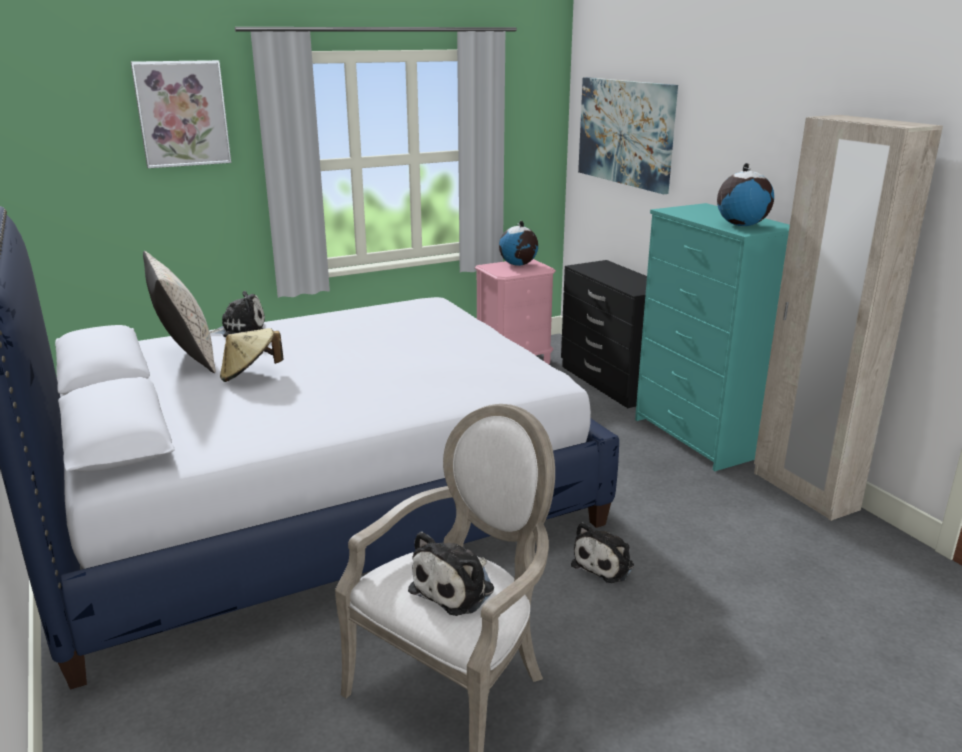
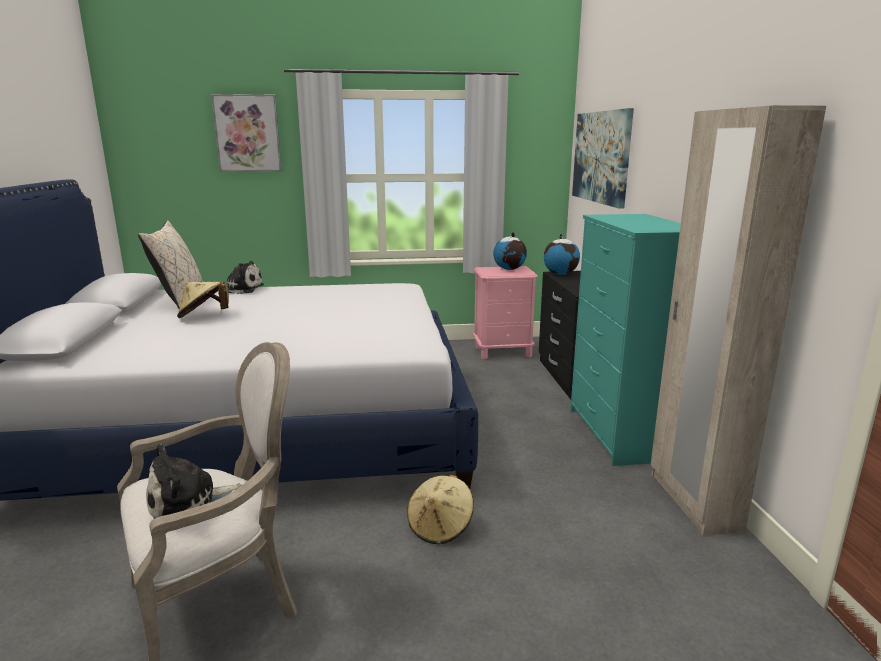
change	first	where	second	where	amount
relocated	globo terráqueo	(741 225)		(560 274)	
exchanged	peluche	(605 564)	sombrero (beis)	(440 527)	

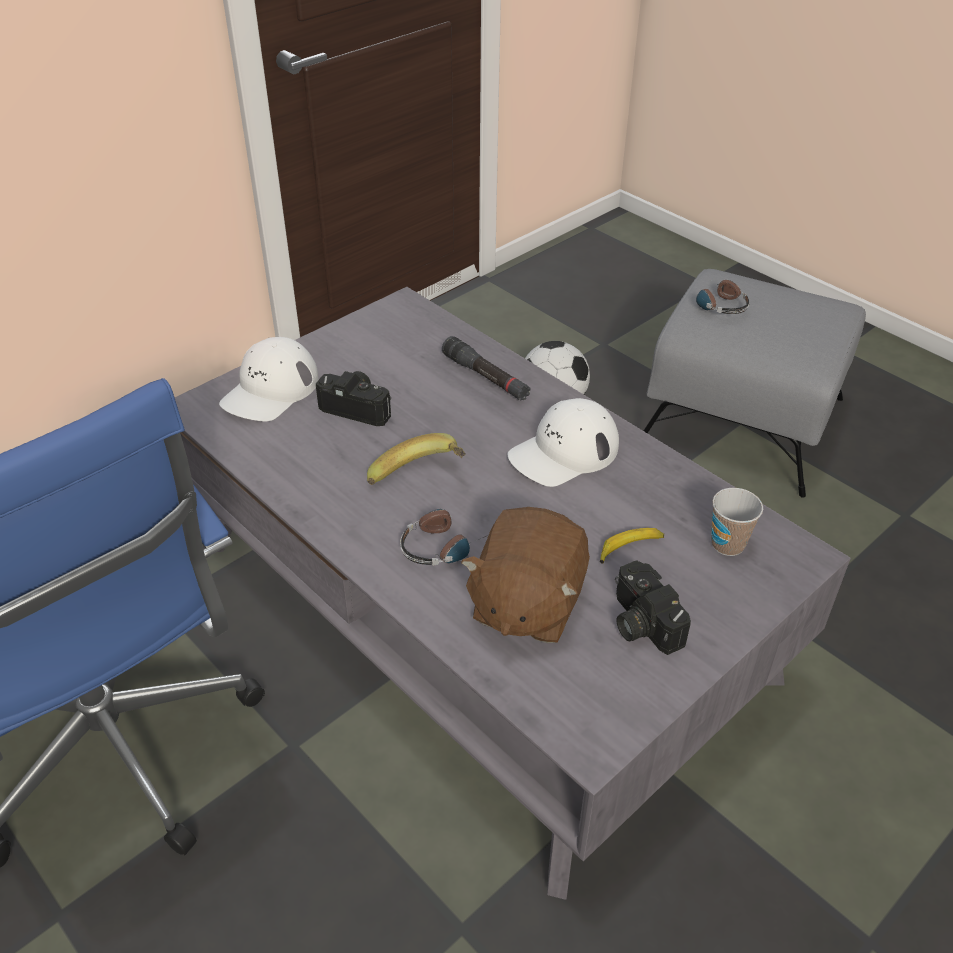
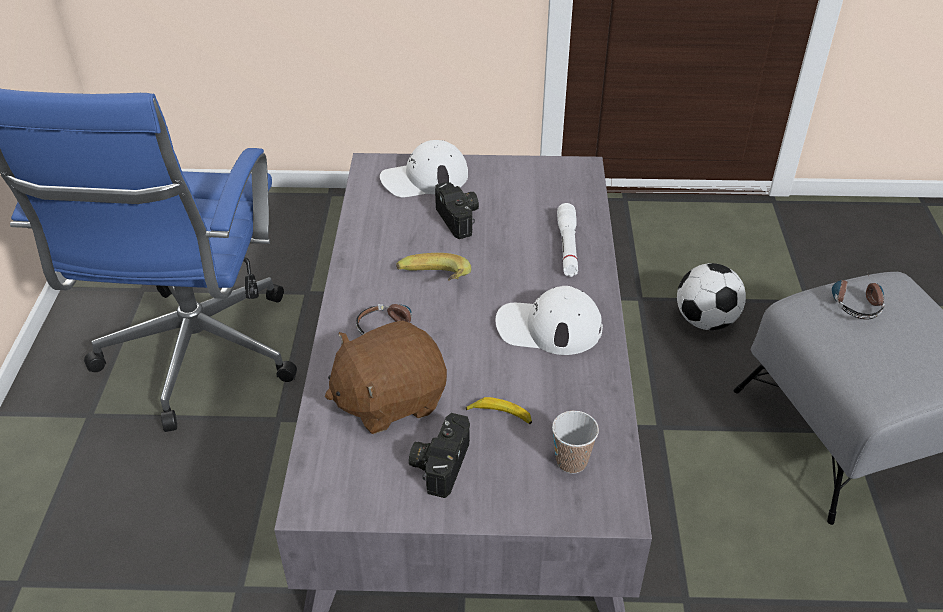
change	first	where	second	where	amount
colour	linterna (negro)	(485 377)	linterna (blanco)	(567 247)	

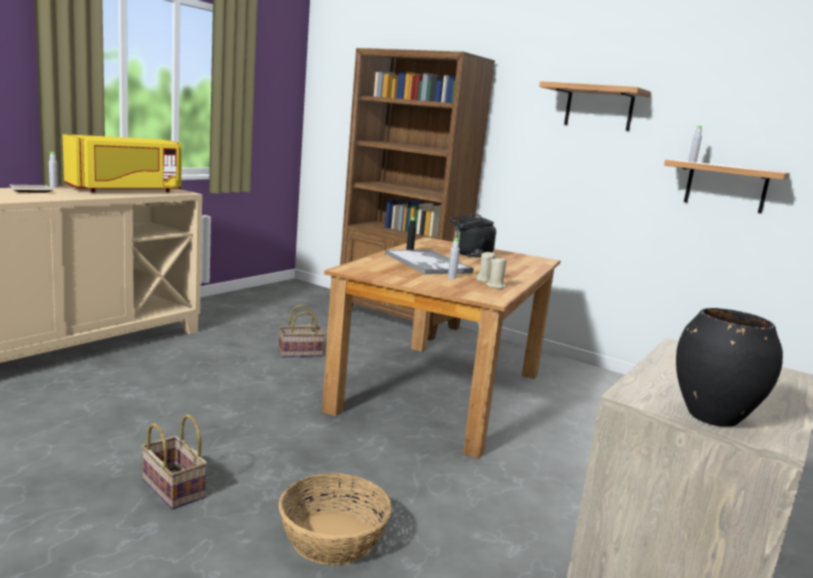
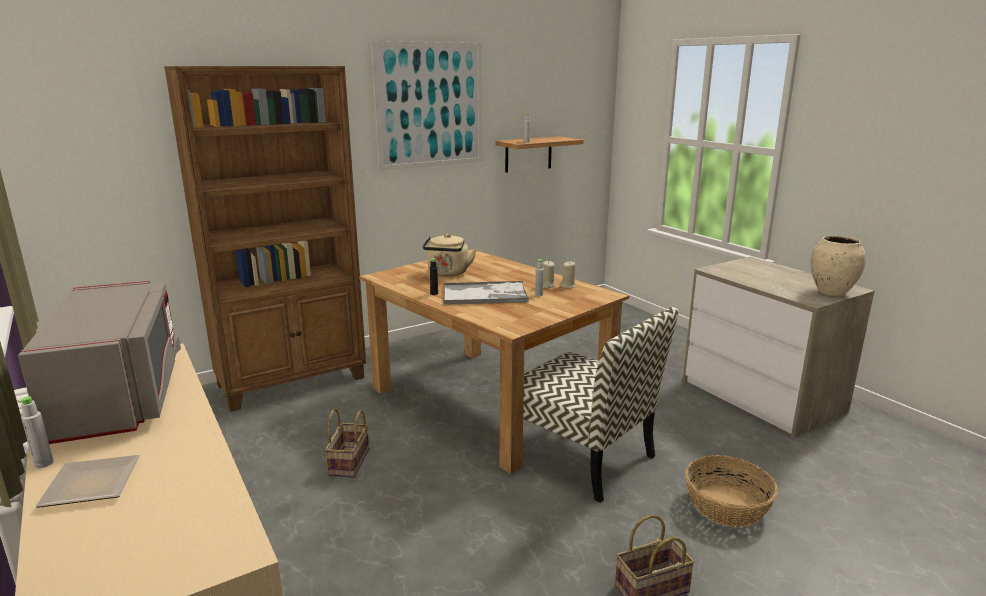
change	first	where	second	where	amount
appeared			silla	(584 457)	
exchanged	estante	(599 108)	cuadro	(430 105)	
colour	microondas (amarillo)	(125 190)	microondas (gris)	(121 396)	
colour	hervidor (negro)	(469 254)	hervidor (beis)	(448 273)	
colour	florero (negro)	(711 417)	florero (beis)	(831 292)	

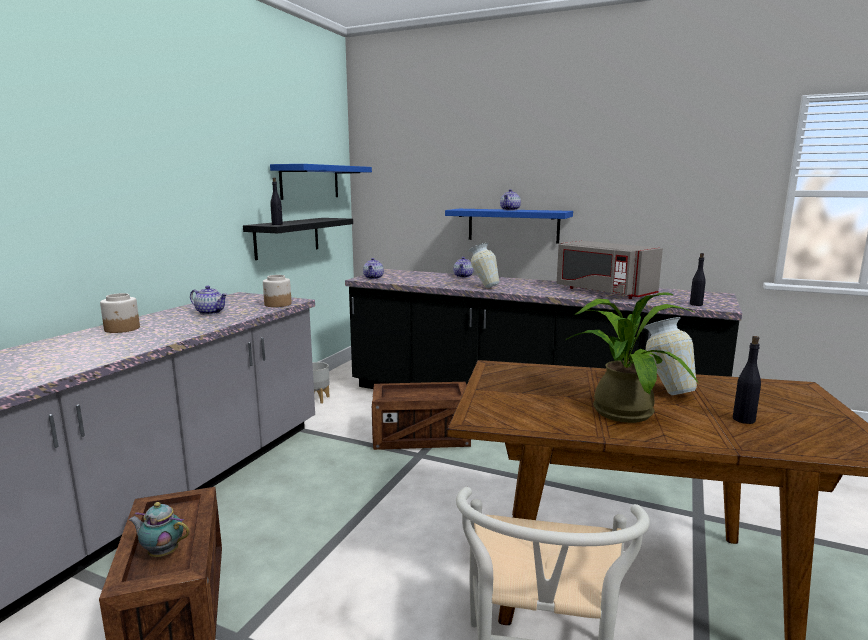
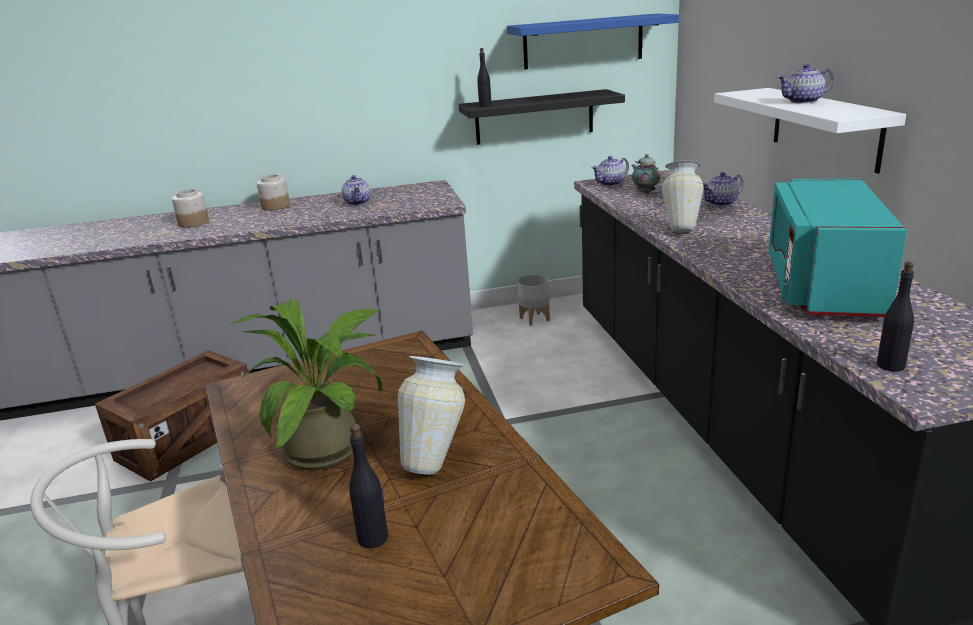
change	first	where	second	where	amount
missing	caja de embalaje	(421 437)			
relocated	tetera	(162 553)		(645 192)	
relocated	tarro	(277 304)		(193 223)	
colour	estante (azul)	(513 225)	estante (blanco)	(825 127)	
colour	microondas (gris)	(602 292)	microondas (turquesa)	(822 286)	

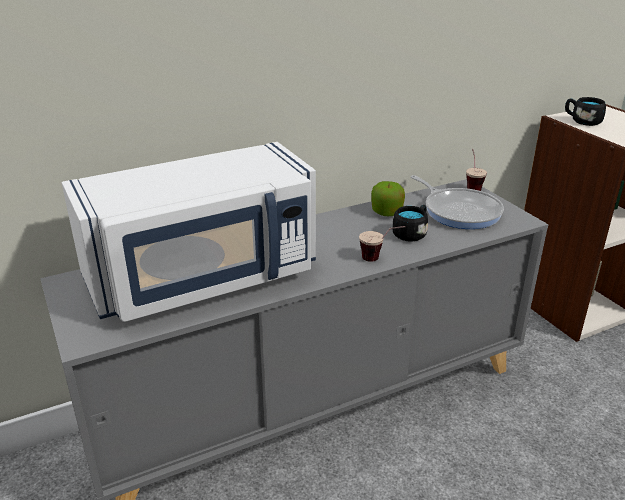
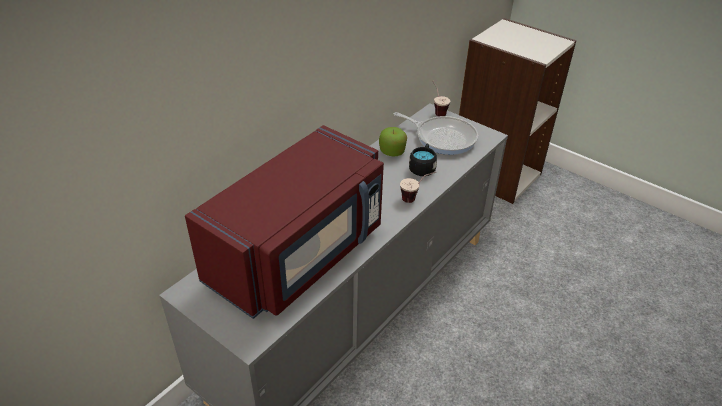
change	first	where	second	where	amount
missing	taza grande (negro)	(582 121)			
colour	microondas (blanco)	(205 278)	microondas (rojo)	(299 254)	

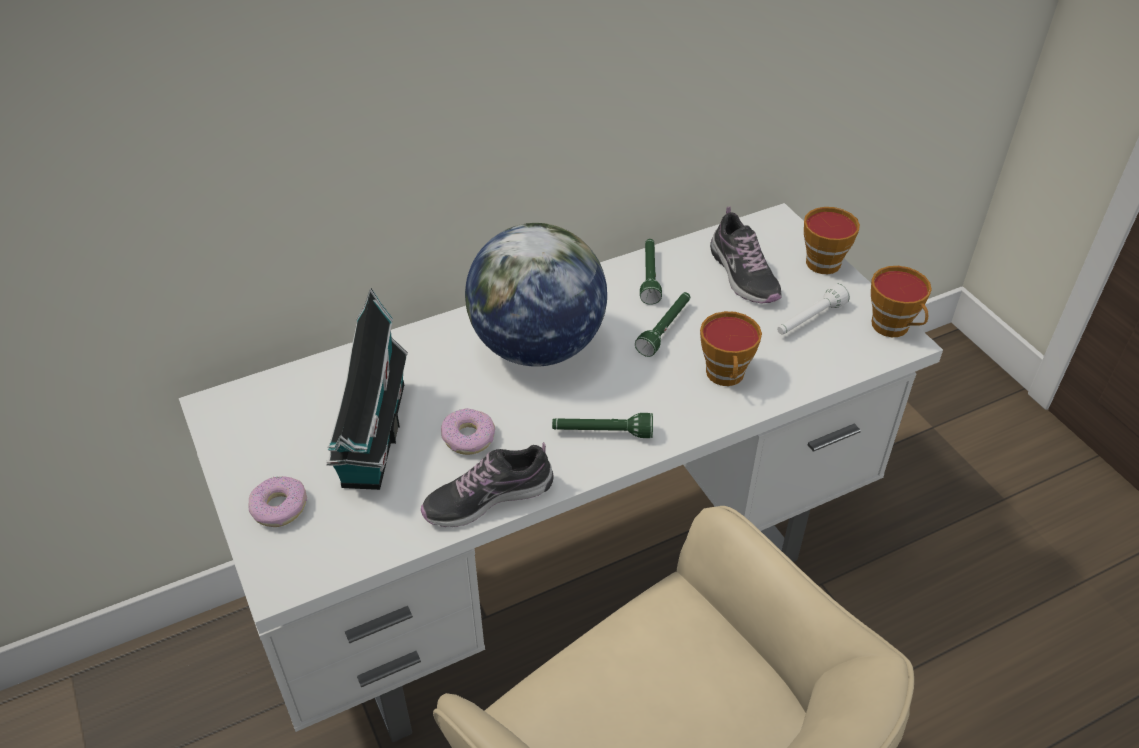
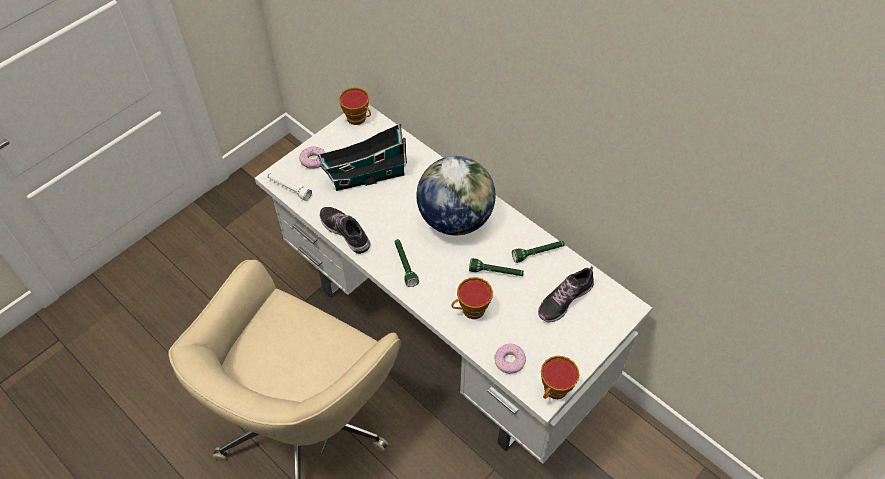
change	first	where	second	where	amount
relocated	rosquilla	(468 437)		(510 361)	
relocated	linterna (blanco)	(809 320)		(289 189)	
relocated	taza	(826 261)		(358 119)	

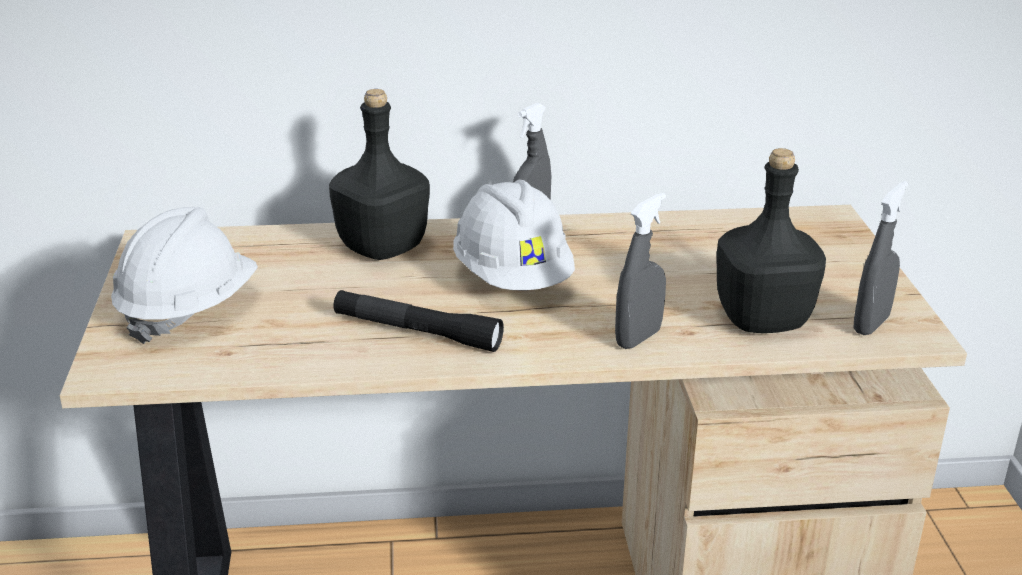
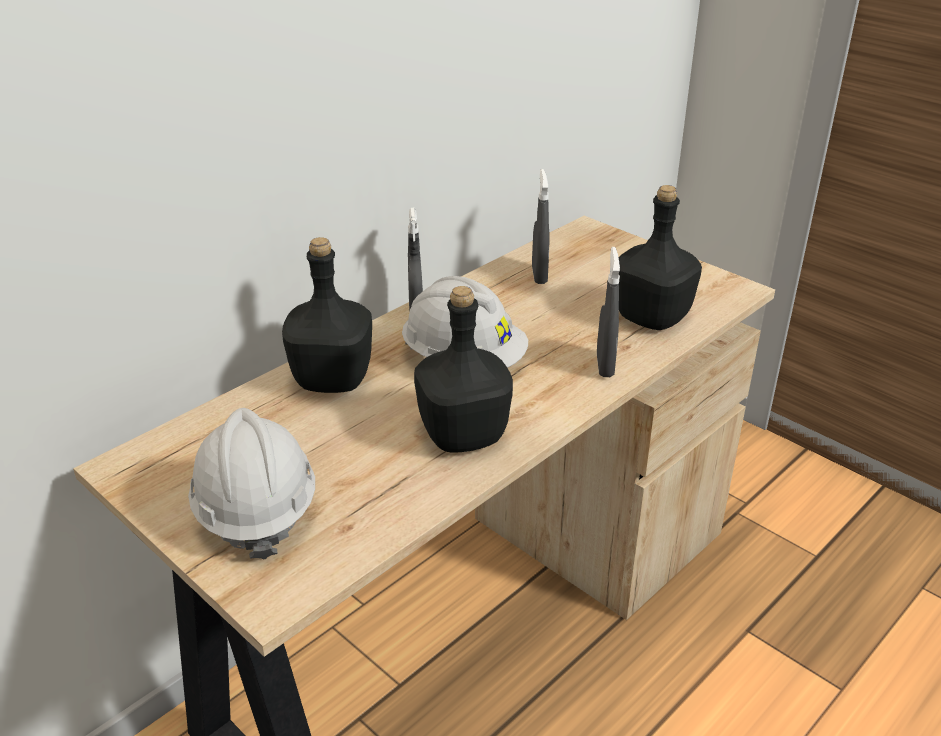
change	first	where	second	where	amount
relocated	pulverizador (gris)	(871 324)		(539 275)	
exchanged	linterna (negro)	(417 332)	botella (negro)	(462 434)	

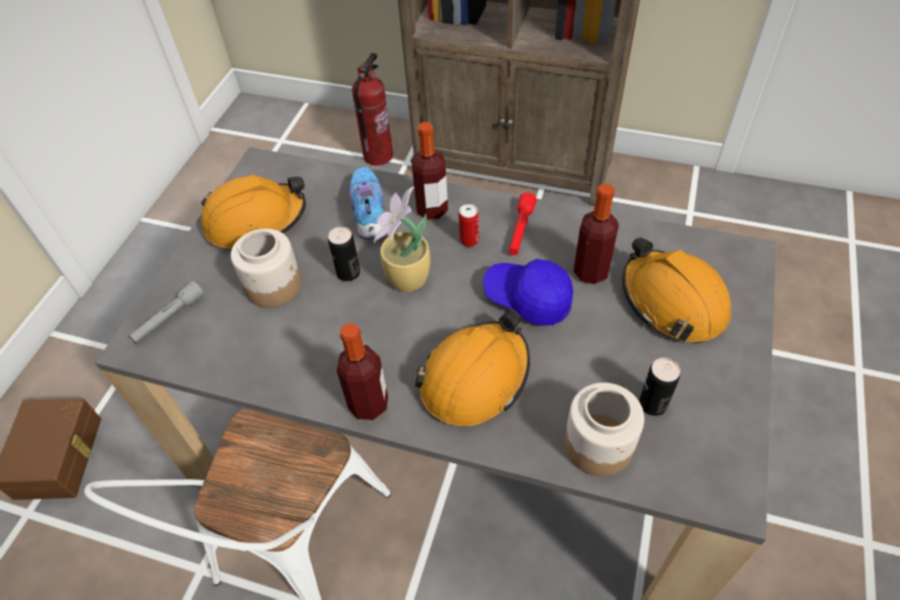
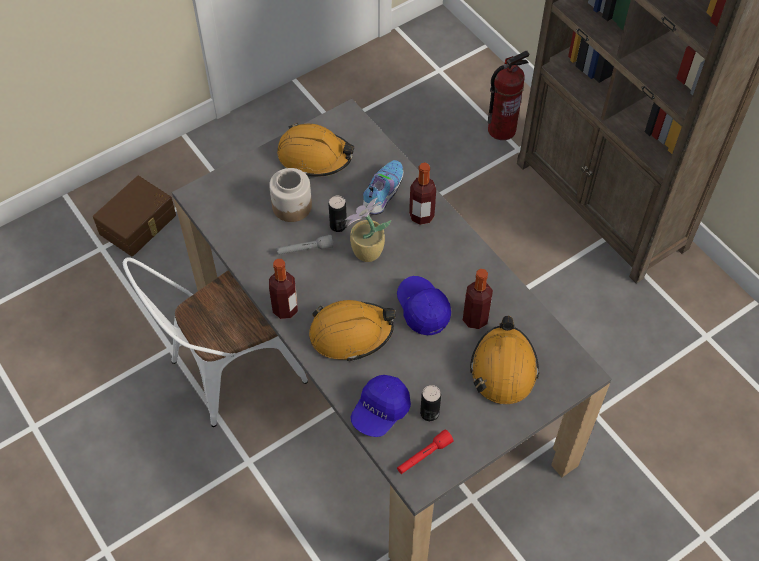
change	first	where	second	where	amount
missing	lata	(469 240)			
relocated	linterna (gris)	(169 318)		(304 250)	
relocated	linterna (rojo)	(520 230)		(424 456)	
exchanged	tarro	(599 444)	gorra (azul)	(380 411)	

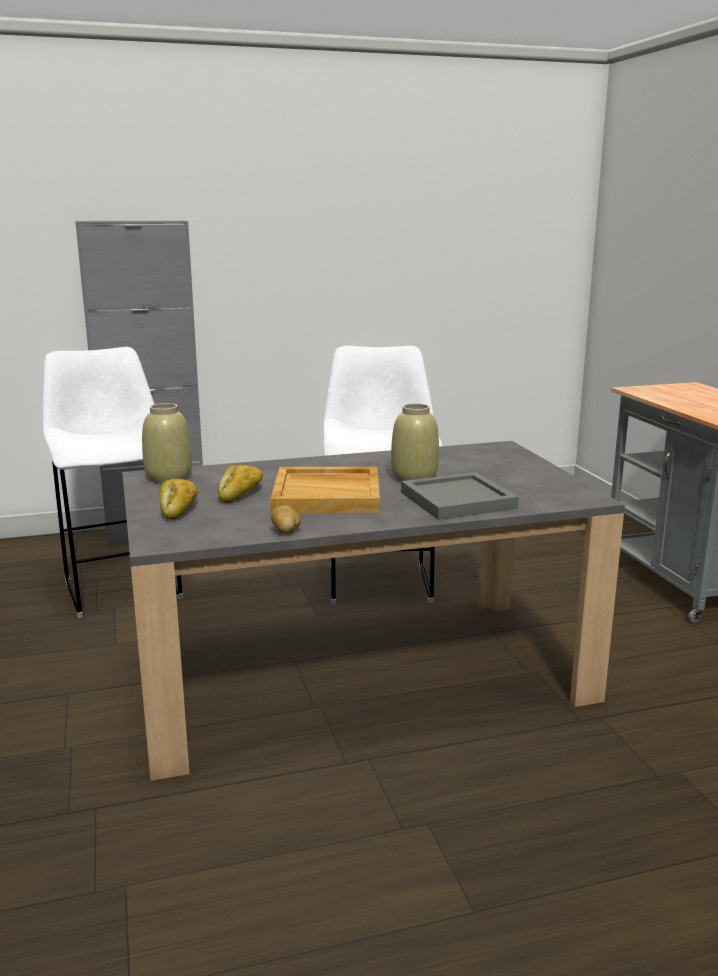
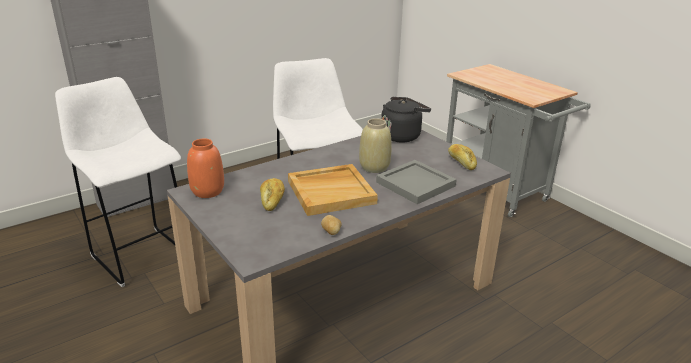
change	first	where	second	where	amount
appeared			hervidor (negro)	(402 136)	
relocated	pan	(179 509)		(461 162)	
colour	florero (beis)	(169 478)	florero (naranja)	(208 191)	

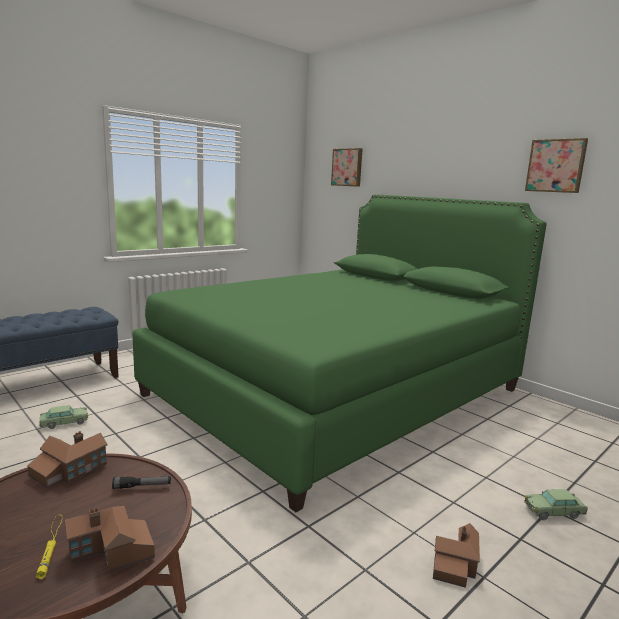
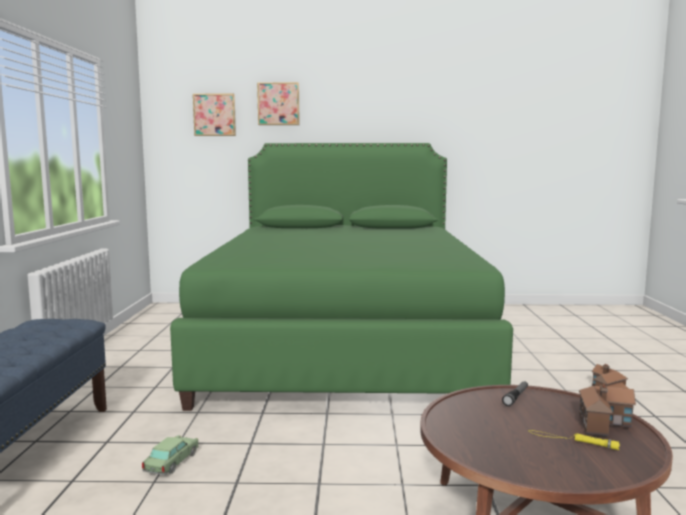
change	first	where	second	where	amount
missing	casita	(68 470)			
missing	coche de juguete	(553 512)			
relocated	cuadro	(556 166)		(278 104)	

